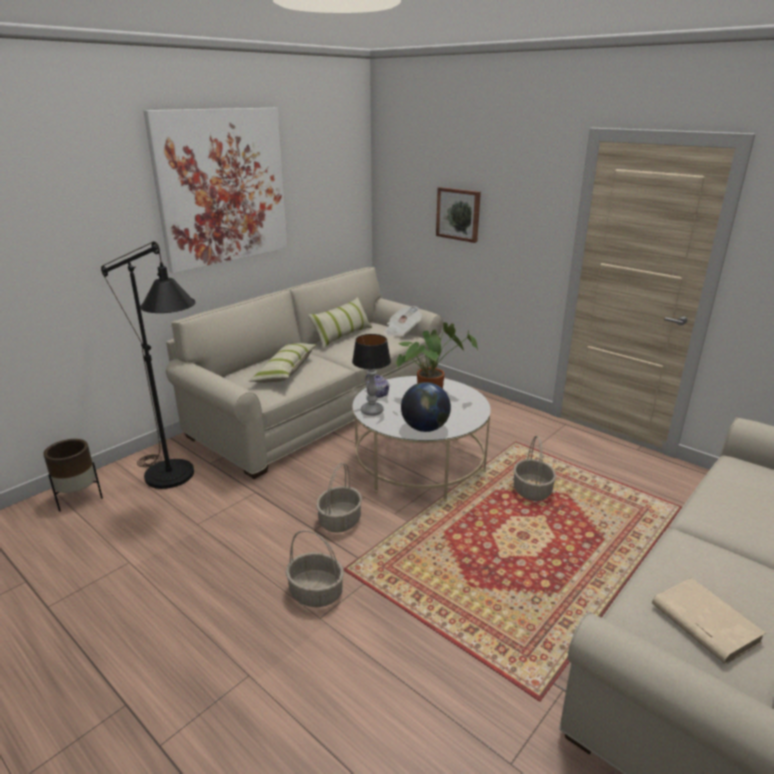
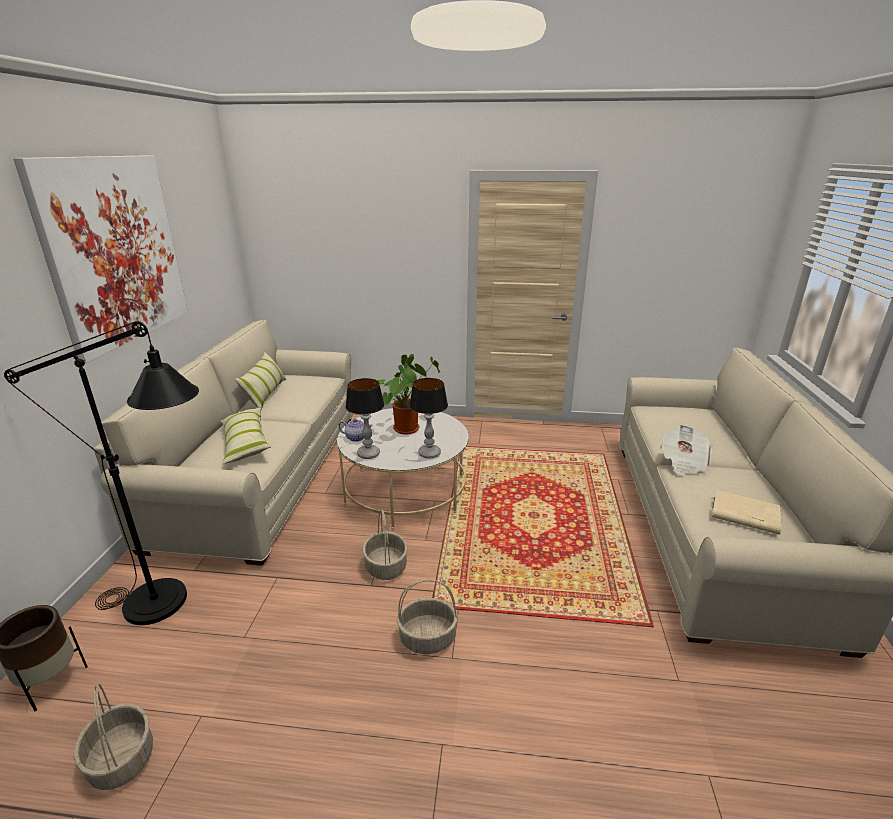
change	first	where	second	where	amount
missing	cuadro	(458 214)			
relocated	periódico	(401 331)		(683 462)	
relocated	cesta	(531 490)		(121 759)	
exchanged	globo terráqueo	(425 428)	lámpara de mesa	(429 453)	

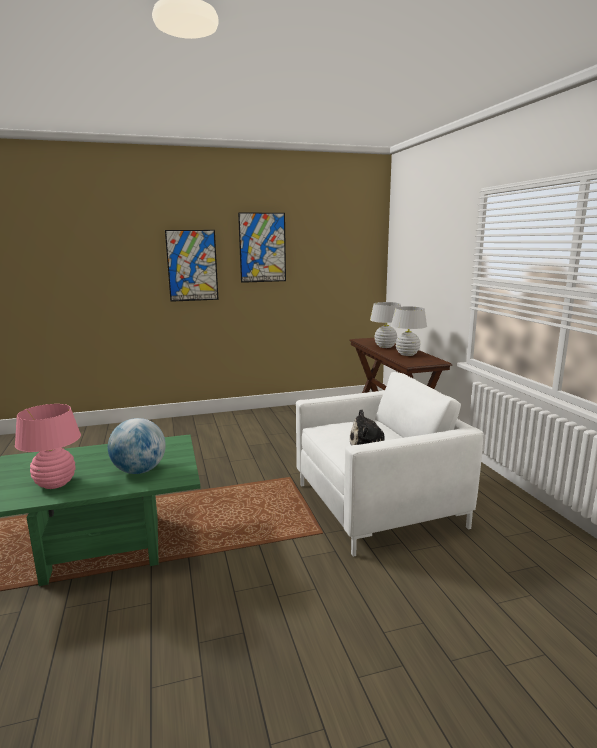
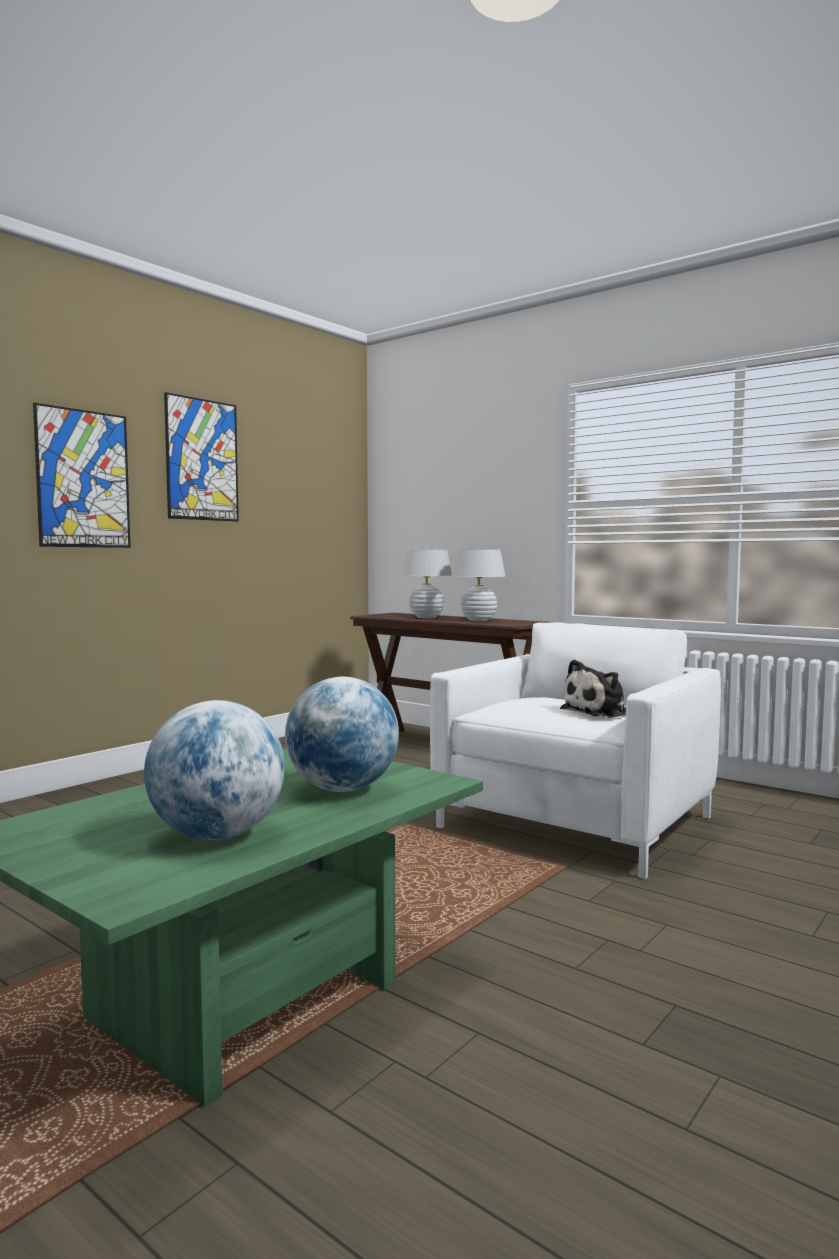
change	first	where	second	where	amount
exchanged	lámpara de mesa (rosa)	(55 484)	globo terráqueo	(217 835)	

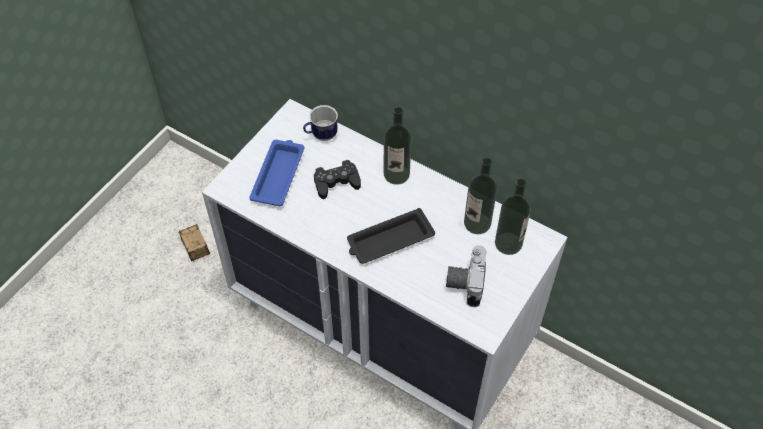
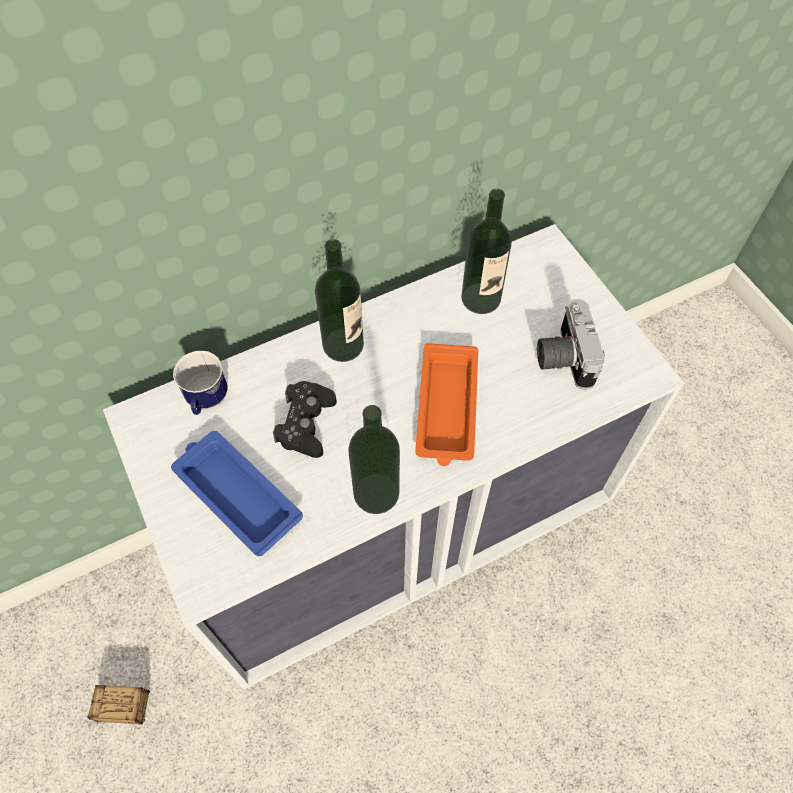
change	first	where	second	where	amount
relocated	botella	(508 243)		(376 493)	
colour	bandeja (negro)	(389 240)	bandeja (naranja)	(447 408)	
spun	cámara	(465 282)		(562 357)	45 degrees clockwise

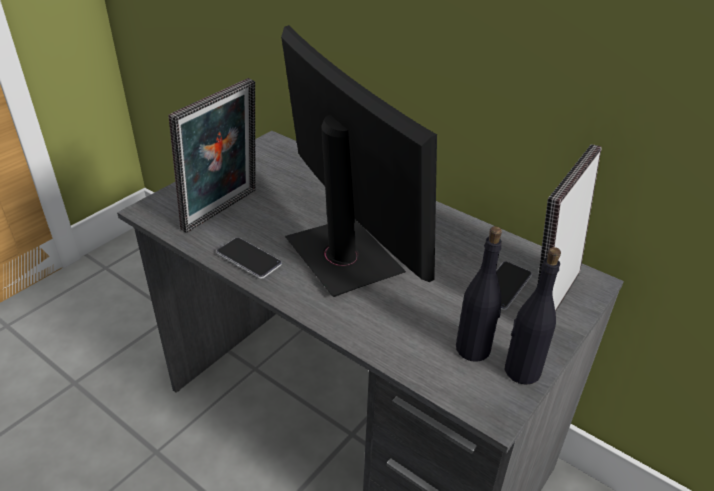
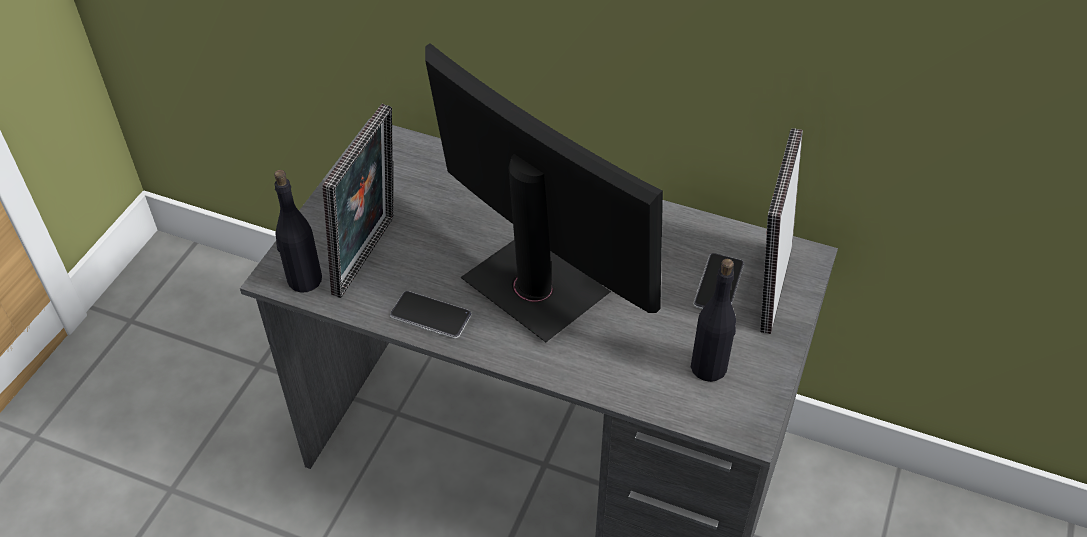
change	first	where	second	where	amount
relocated	botella (negro)	(521 371)		(304 280)	

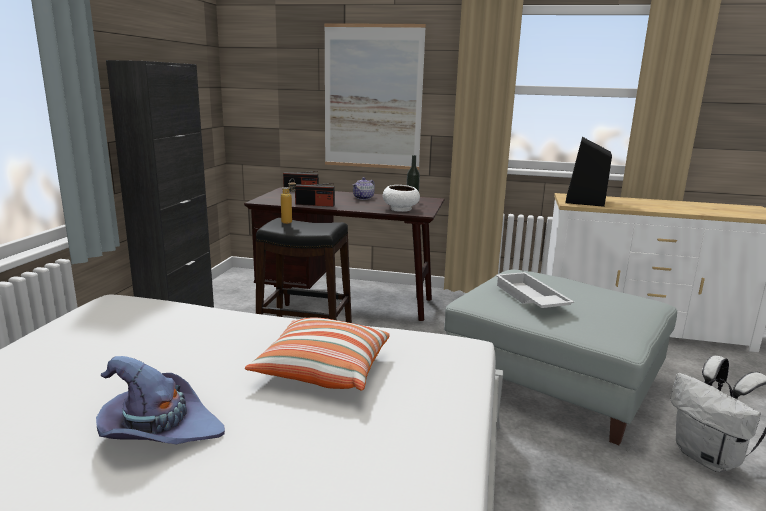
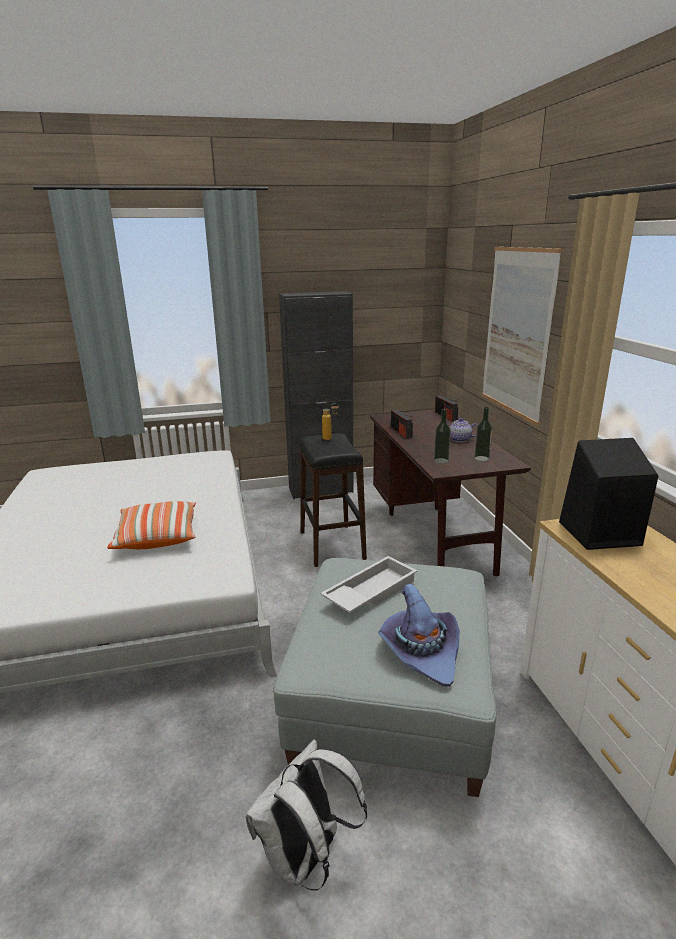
change	first	where	second	where	amount
relocated	sombrero (morado)	(159 430)		(421 651)	
exchanged	cuenco (blanco)	(401 209)	botella	(441 461)	

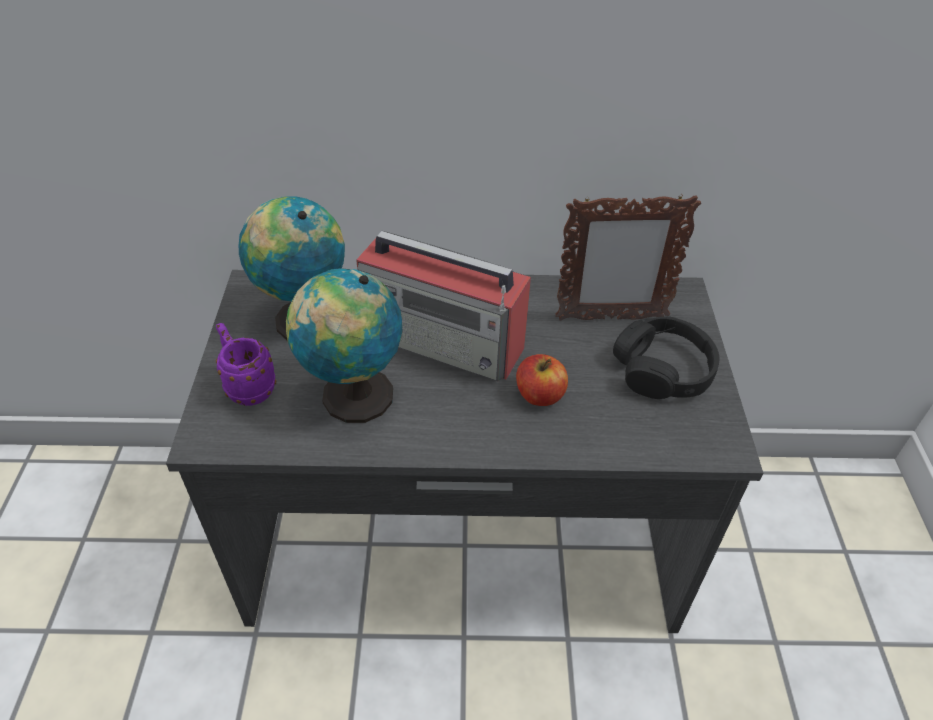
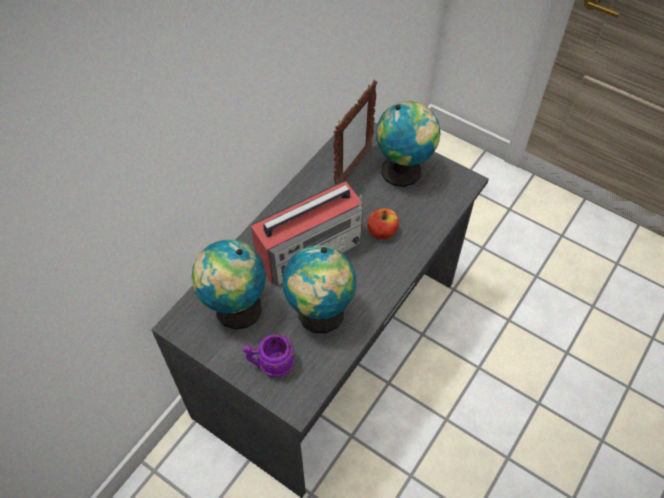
change	first	where	second	where	amount
exchanged	auriculares (negro)	(663 370)	globo terráqueo	(404 171)	

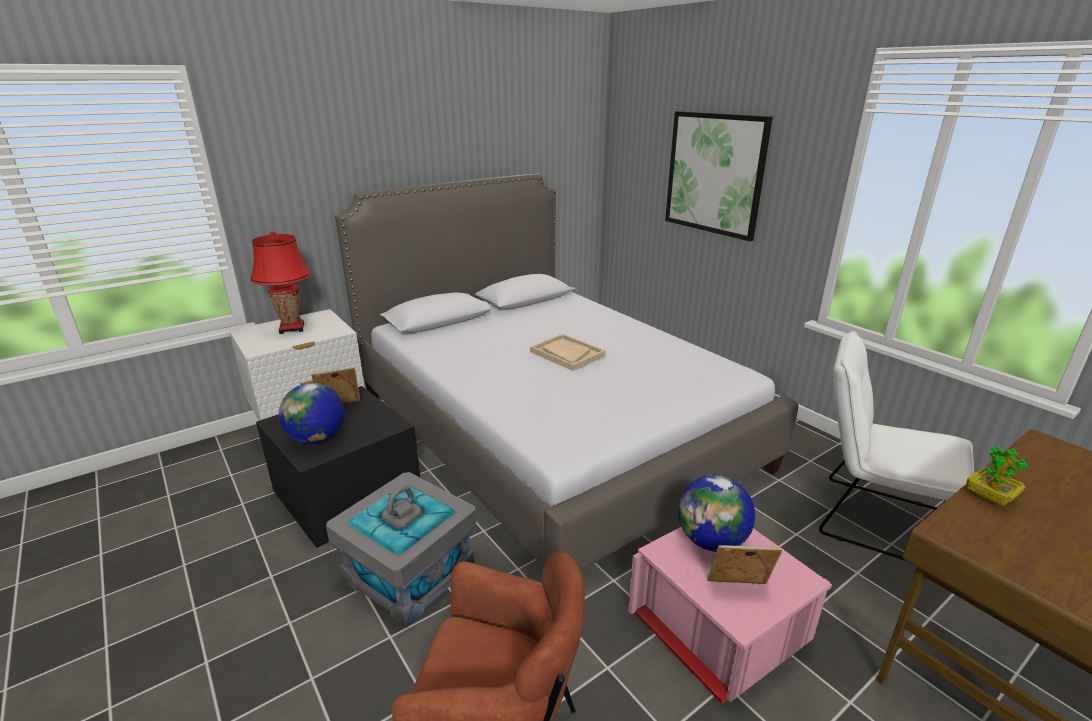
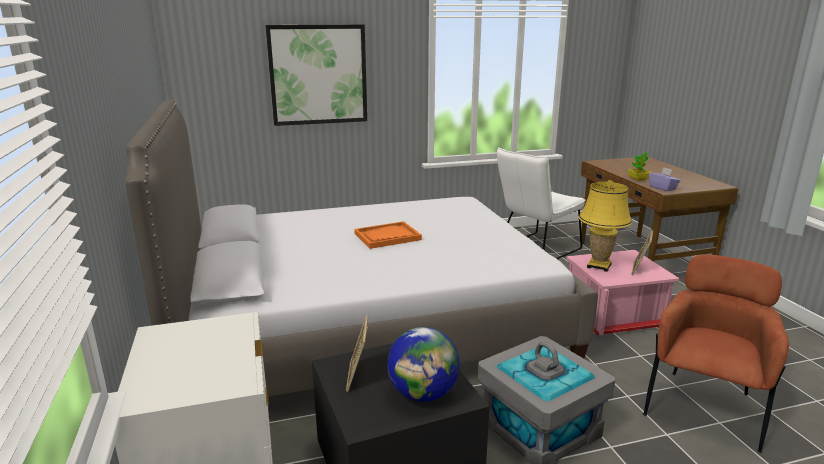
change	first	where	second	where	amount
missing	lámpara de mesa (rojo)	(291 328)			
appeared			caja de pañuelos (morado)	(662 188)	
exchanged	globo terráqueo	(711 541)	lámpara de mesa (amarillo)	(599 266)	
colour	bandeja (beis)	(567 354)	bandeja (naranja)	(387 237)	

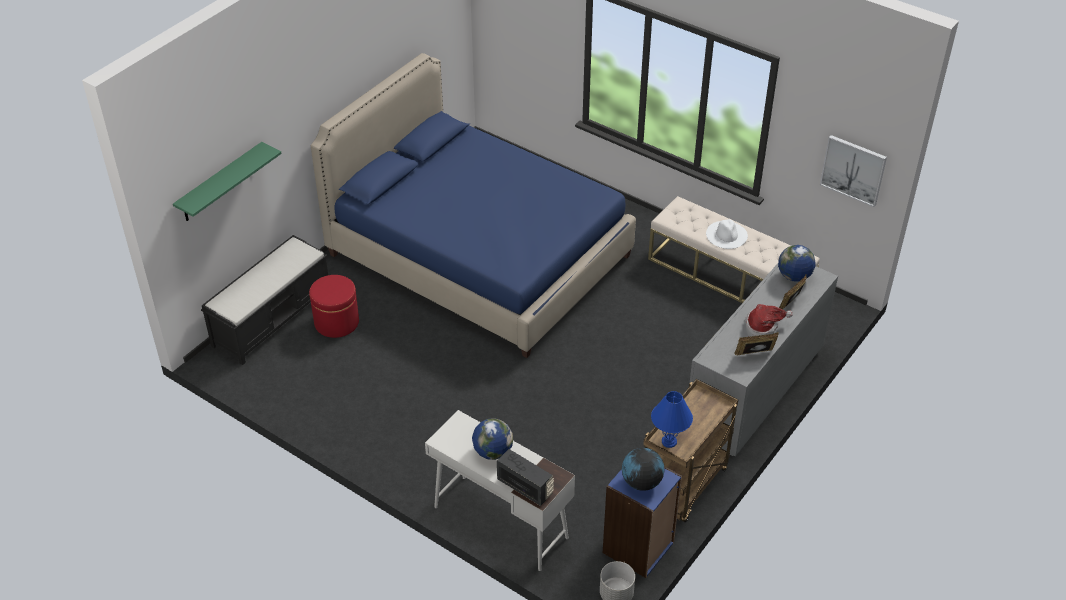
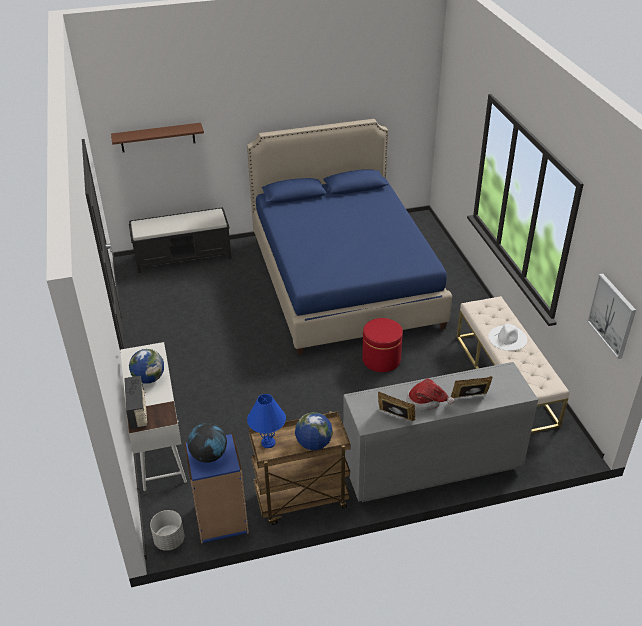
change	first	where	second	where	amount
relocated	puf (rojo)	(336 322)		(381 359)	
relocated	globo terráqueo	(794 276)		(314 444)	
colour	estante (verde)	(220 183)	estante (marrón)	(157 137)	

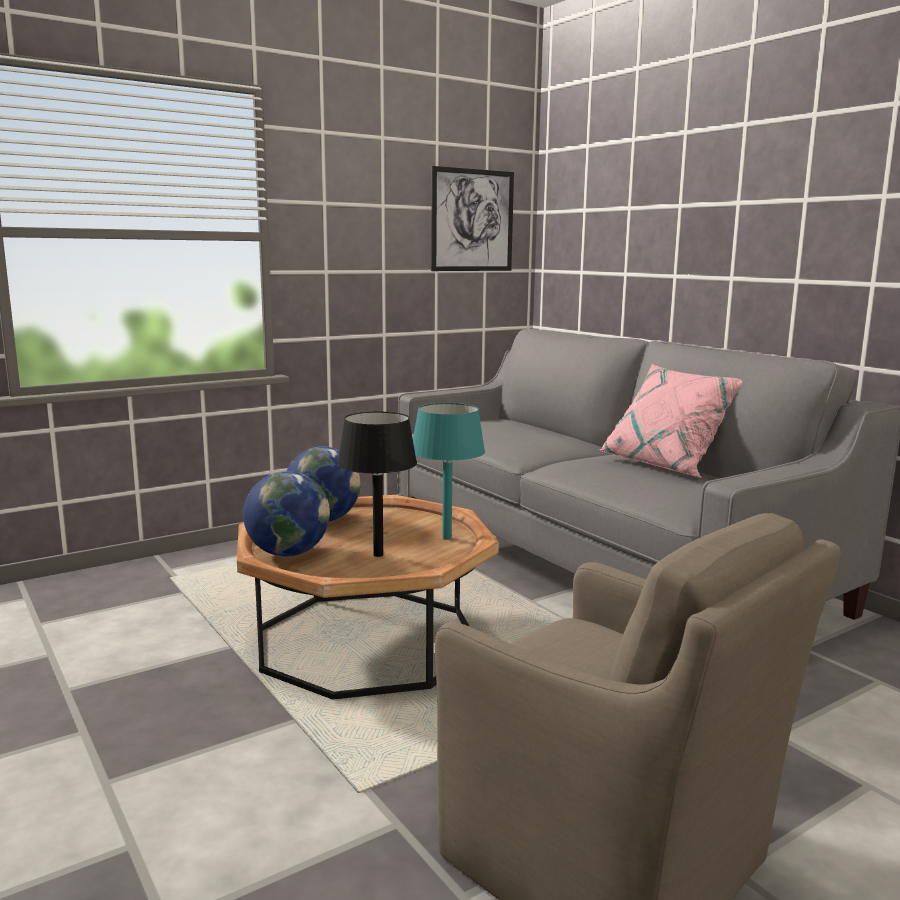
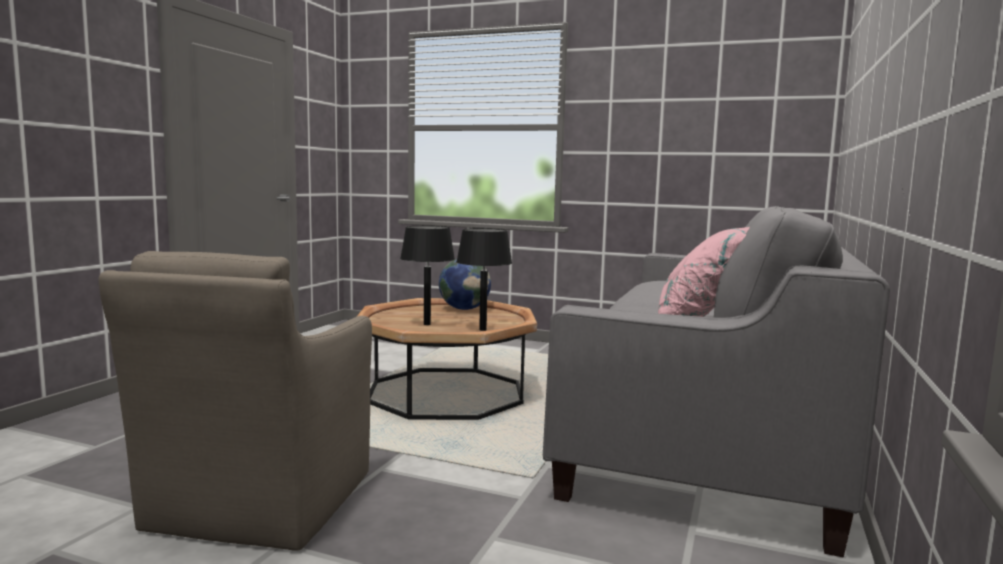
change	first	where	second	where	amount
missing	globo terráqueo	(288 553)			
missing	cuadro	(472 220)			
colour	lámpara de mesa (turquesa)	(447 538)	lámpara de mesa (negro)	(483 330)	

